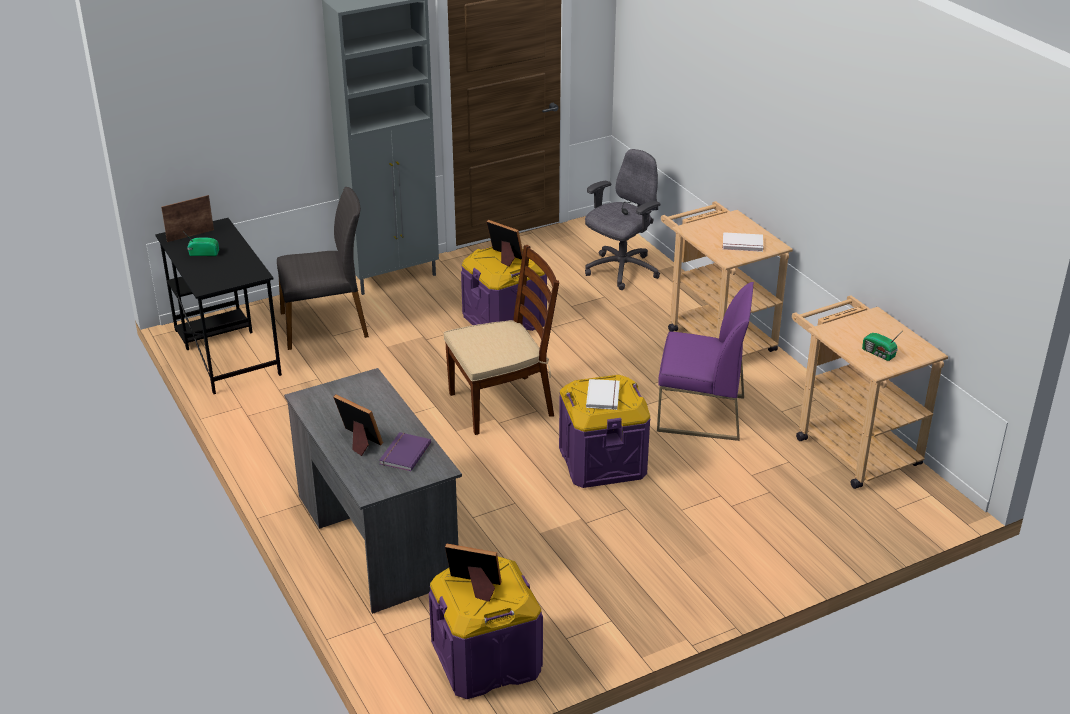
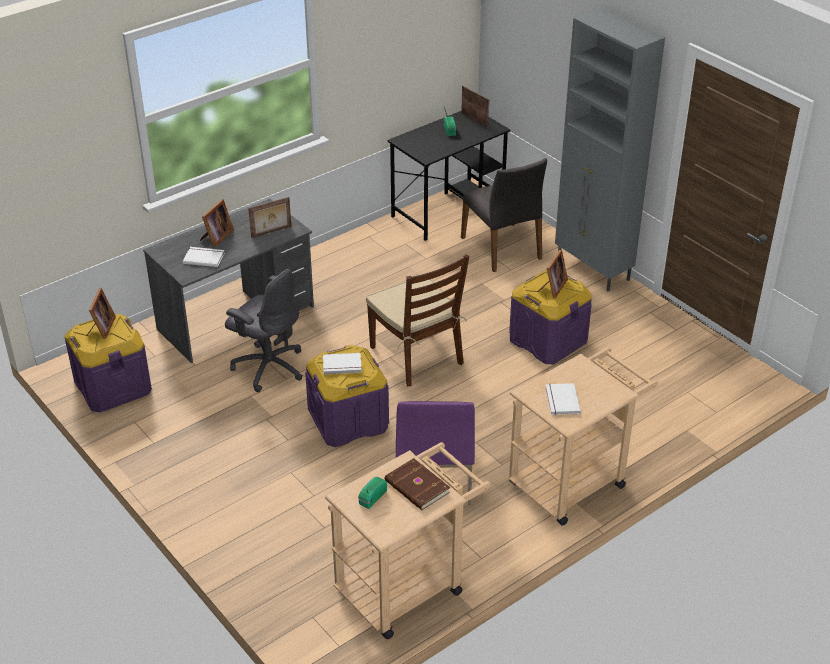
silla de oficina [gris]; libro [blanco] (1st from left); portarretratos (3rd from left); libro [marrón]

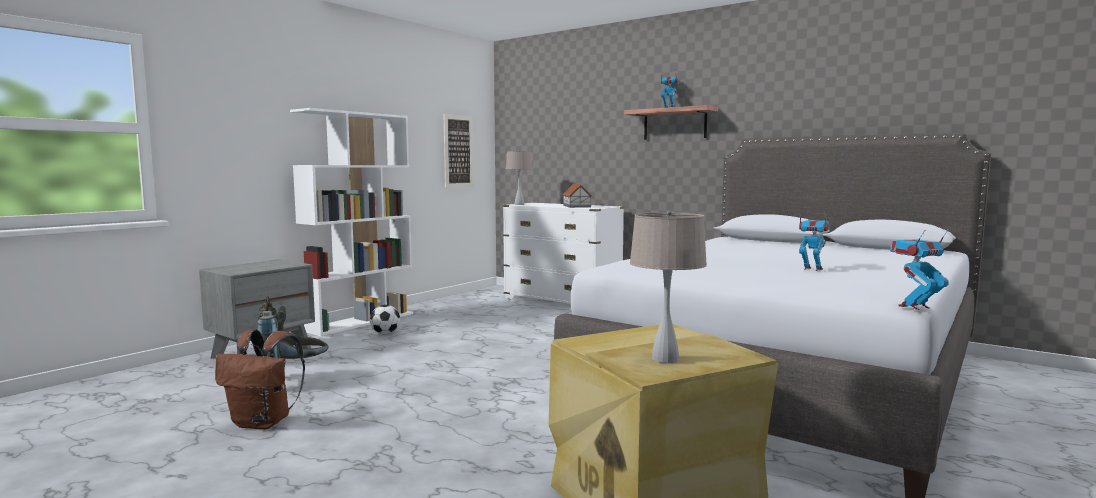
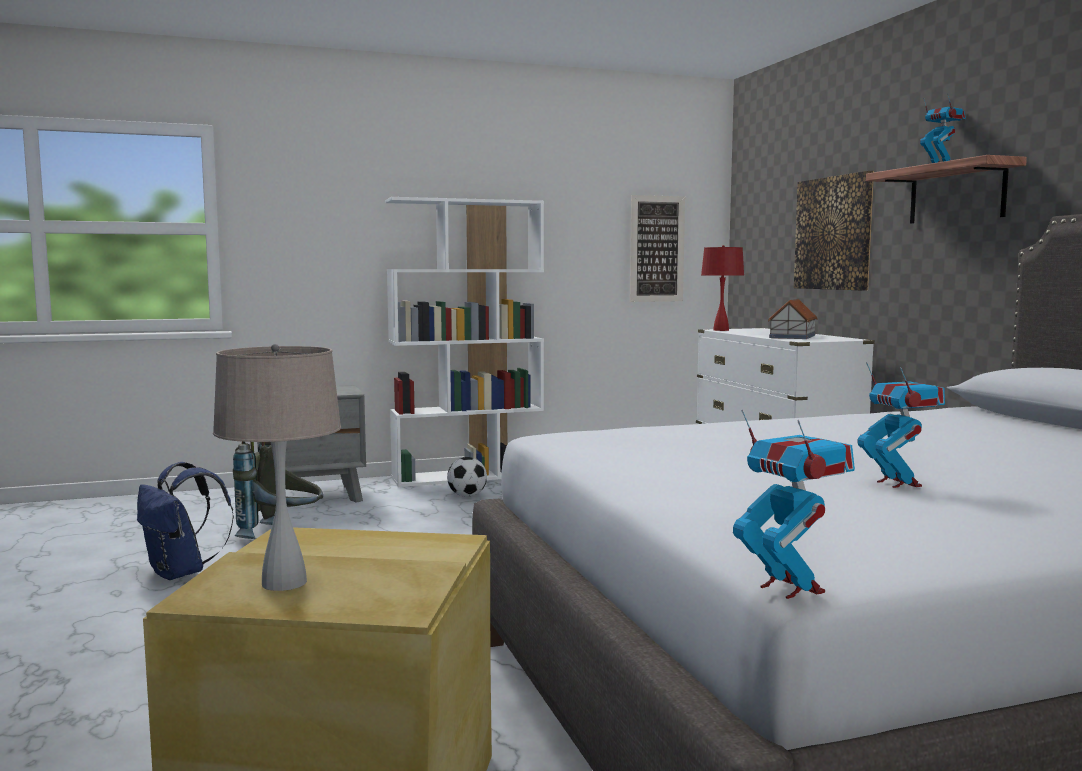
lámpara de mesa [rojo]; robot de juguete (1st from left); mochila [azul]; cuadro (2nd from left)

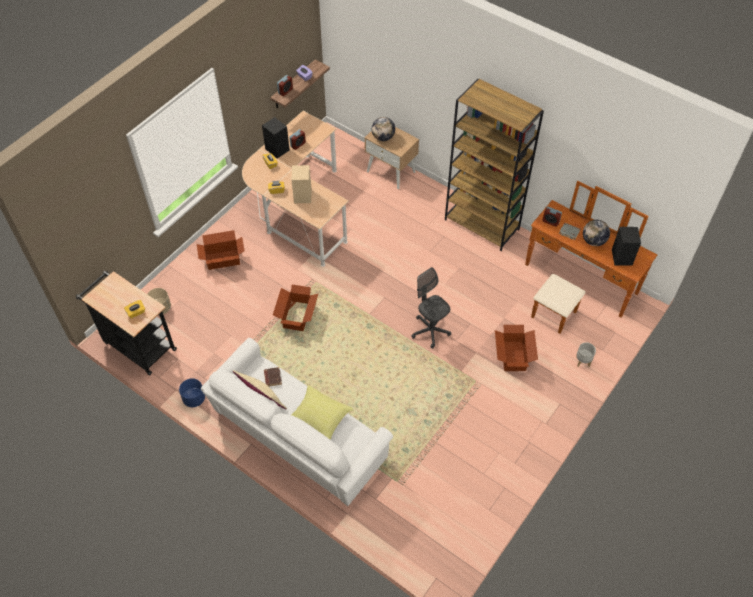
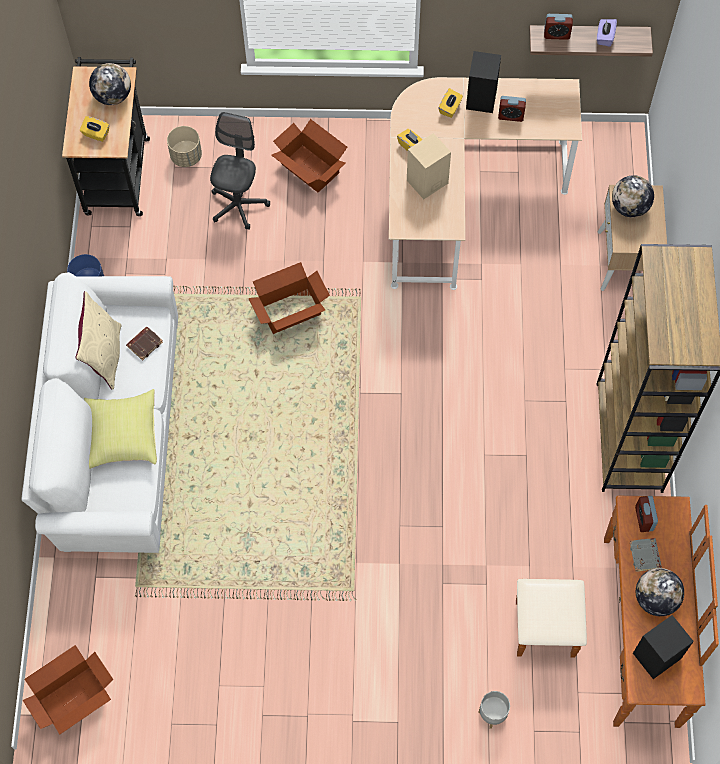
silla de oficina [gris]; caja de cartón (1st from left); globo terráqueo (1st from left)

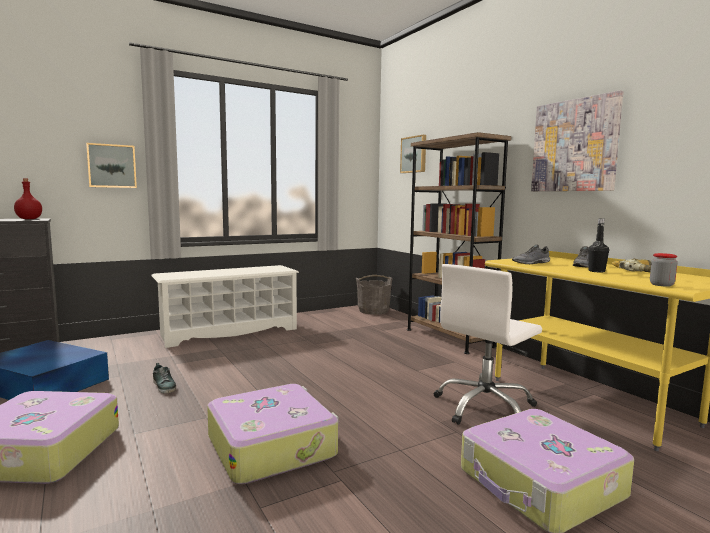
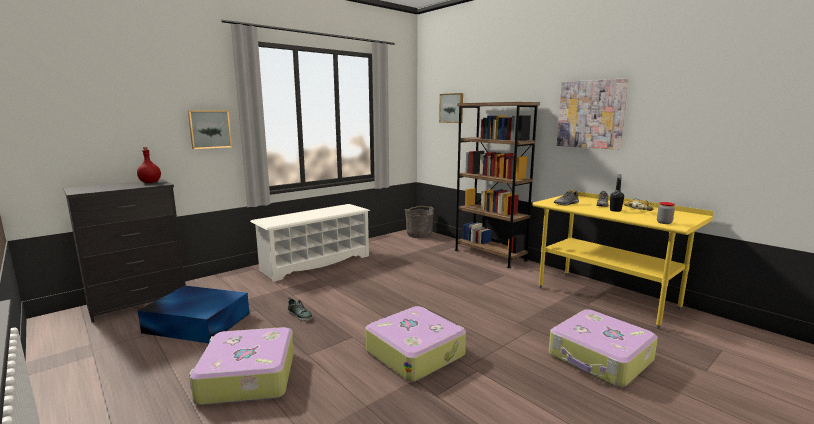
silla de oficina [blanco]

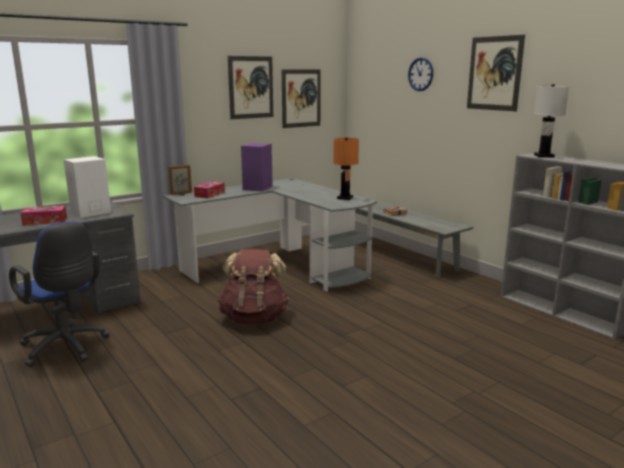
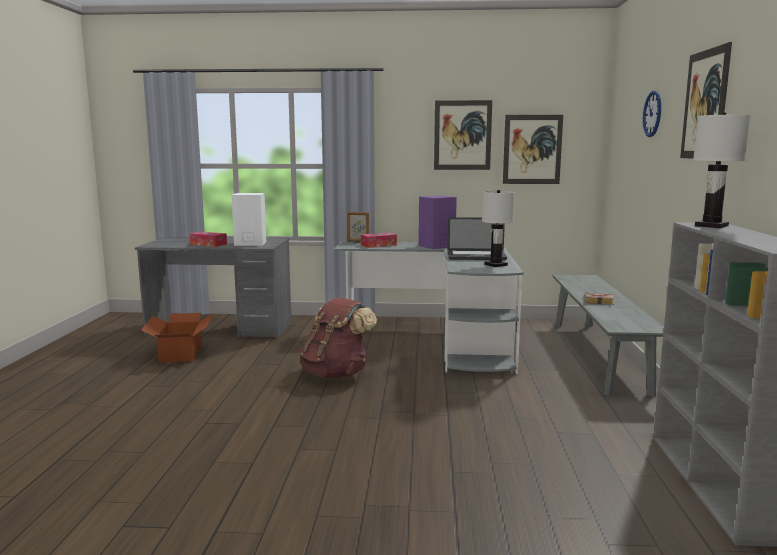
lámpara de mesa [blanco] (1st from left); caja de cartón; portátil

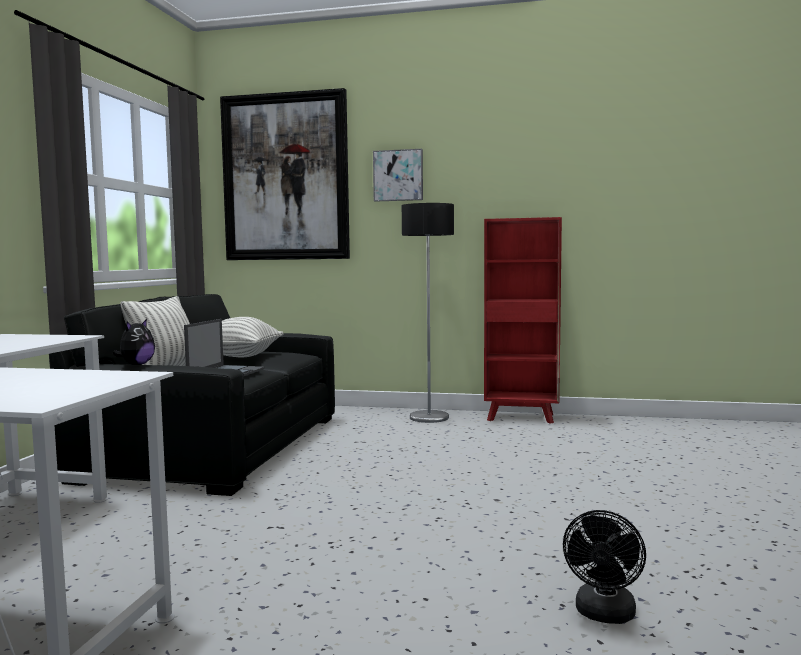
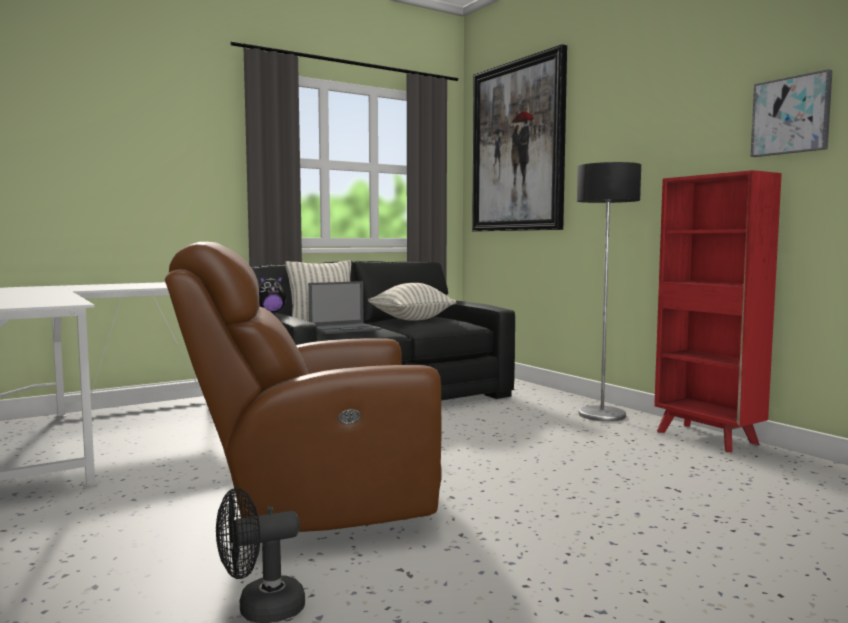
cuadro (2nd from left); sillón [marrón]

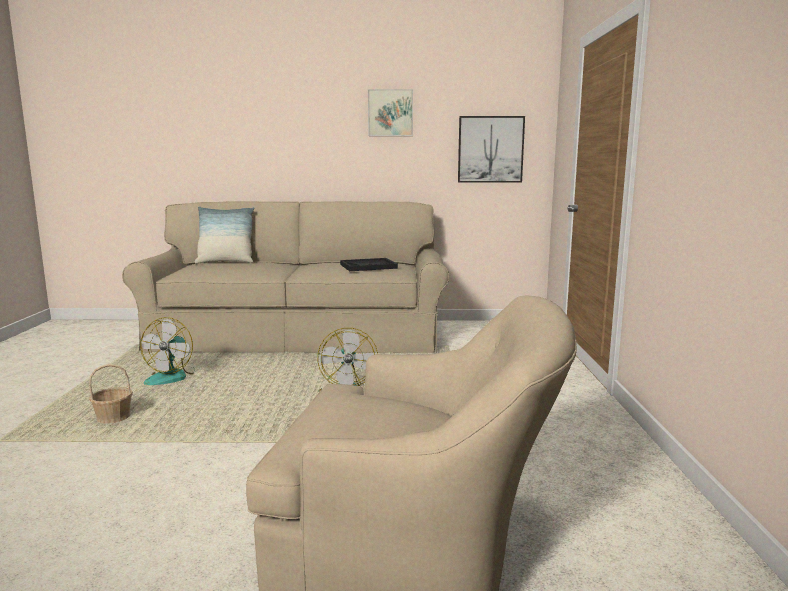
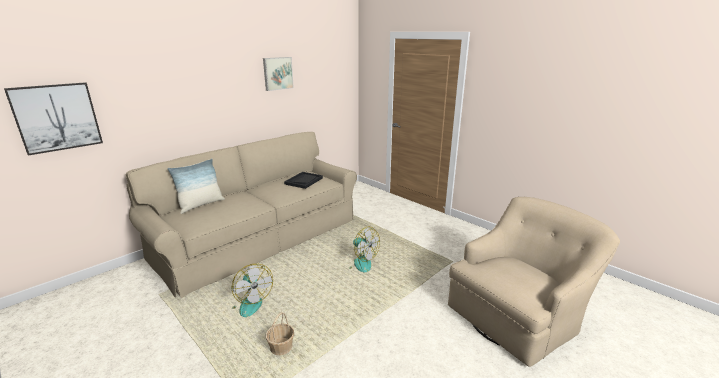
cuadro (1st from left)

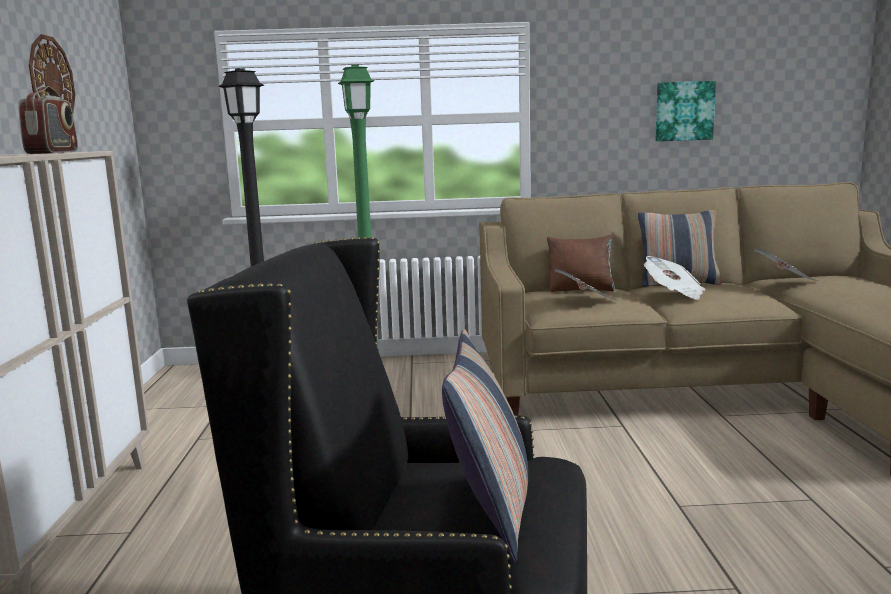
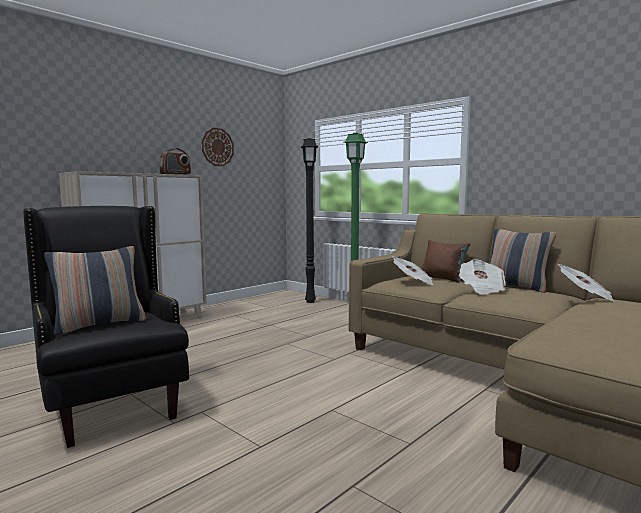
cuadro

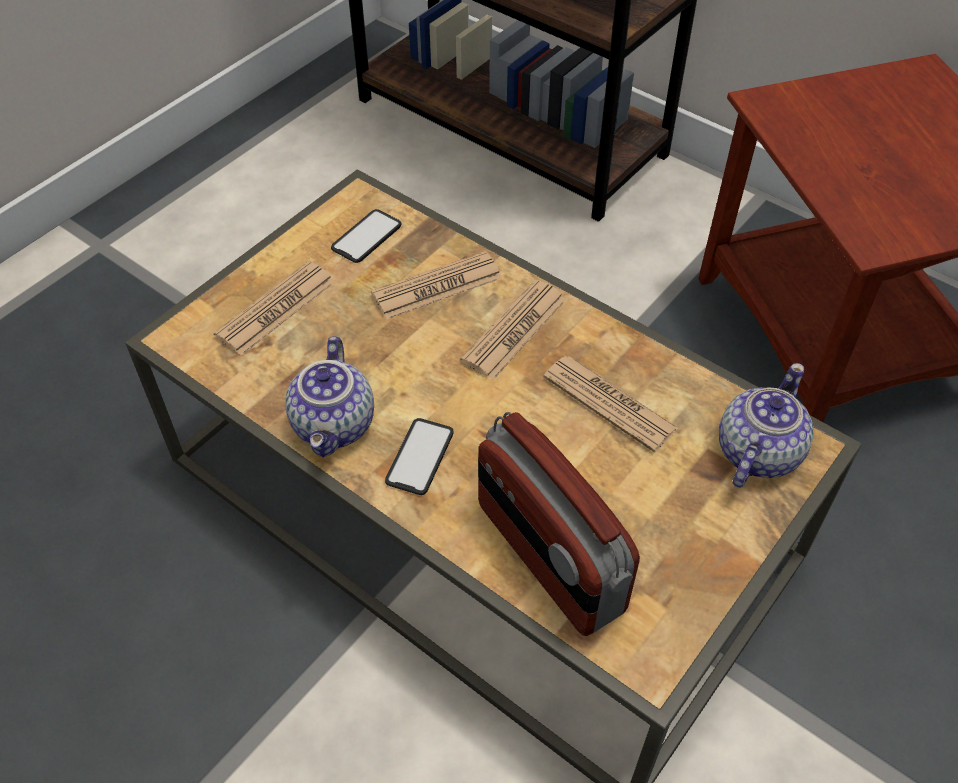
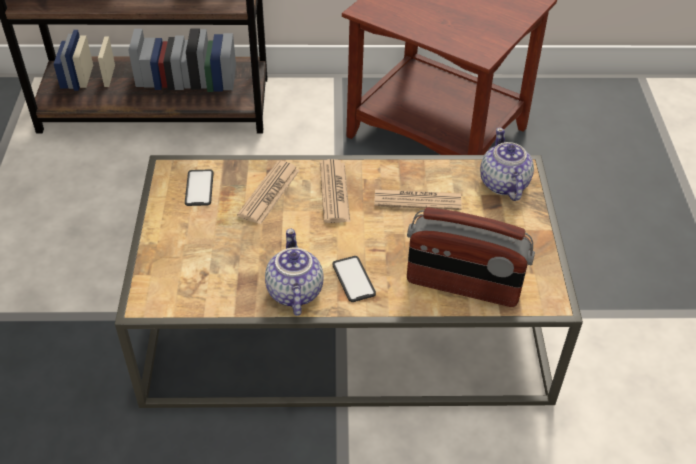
periódico (1st from left in the first image); tetera (1st from left)

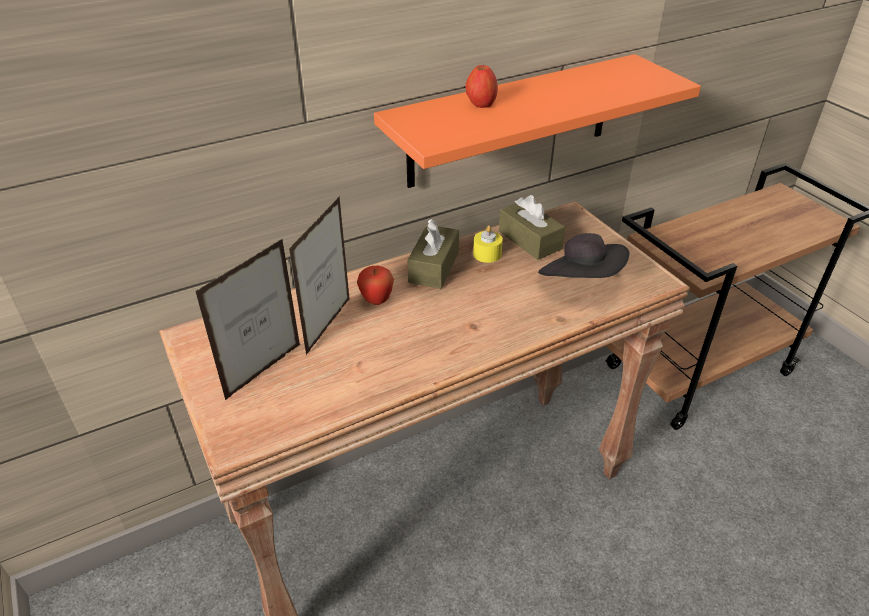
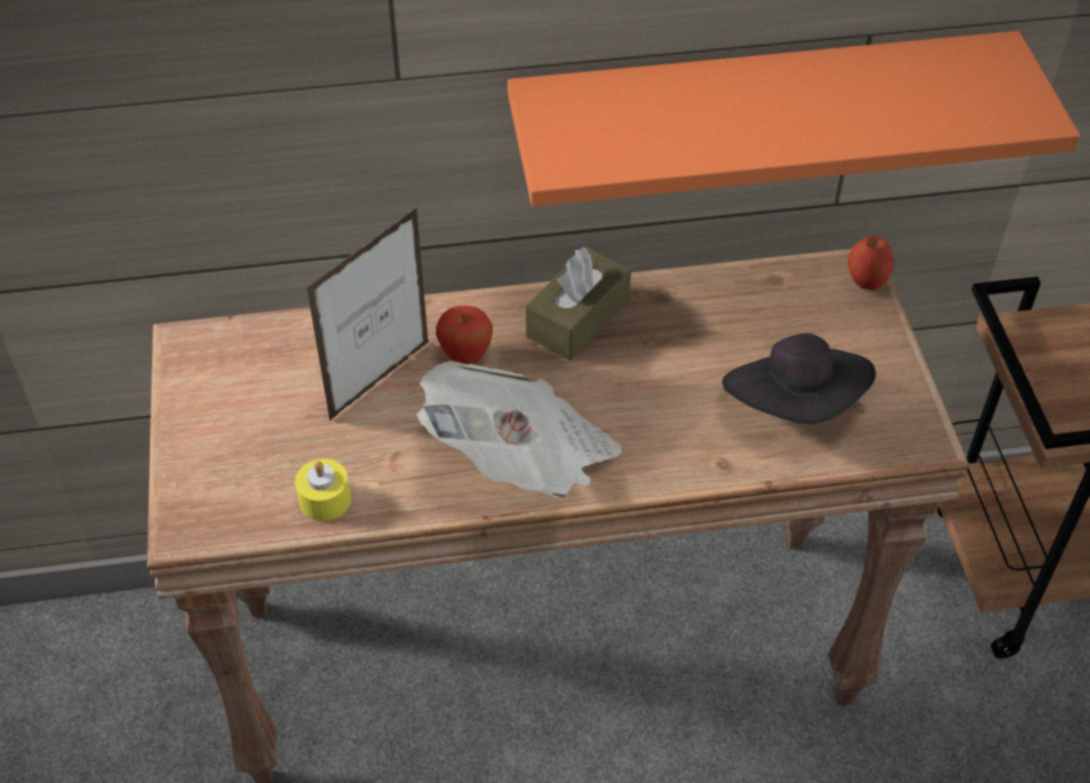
manzana (2nd from left); caja de pañuelos [marrón] (2nd from left in the first image); vela [amarillo]; portarretratos (1st from left in the first image); periódico

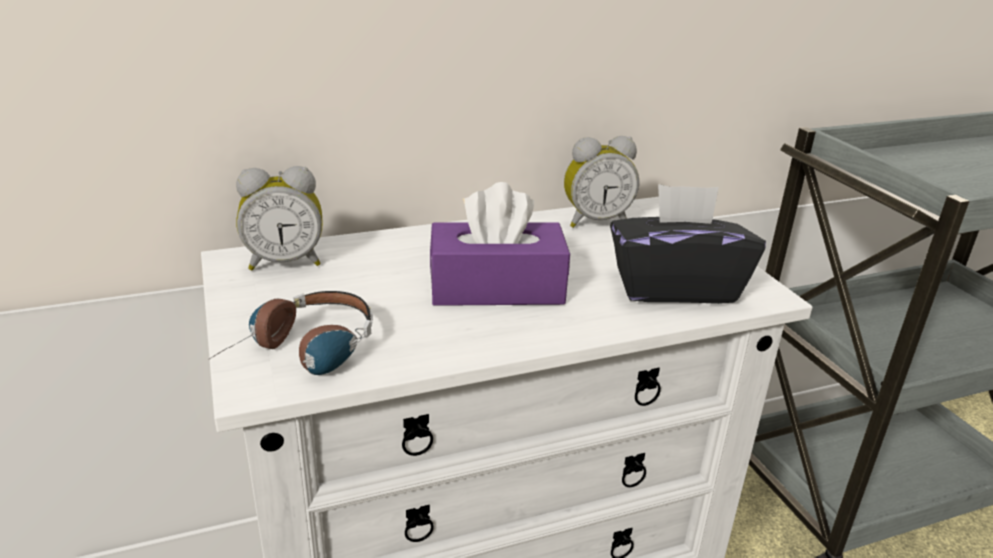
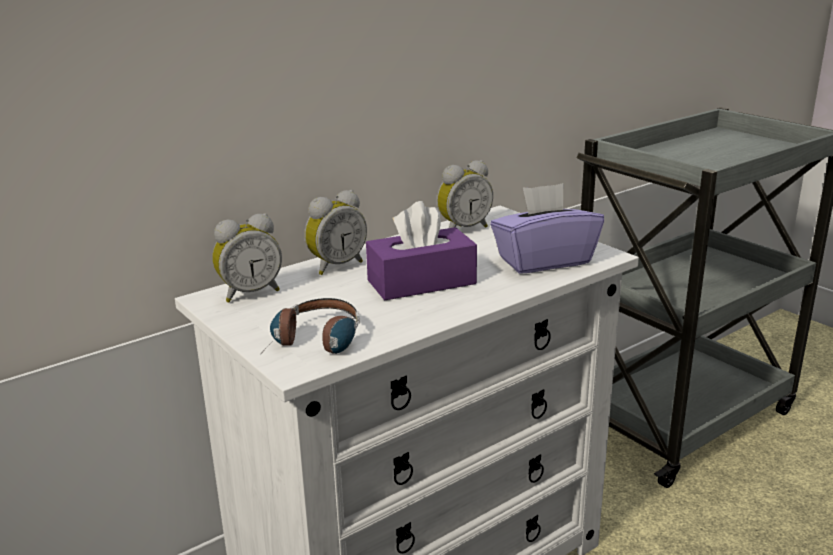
caja de pañuelos [morado] (2nd from left); despertador (2nd from left)

